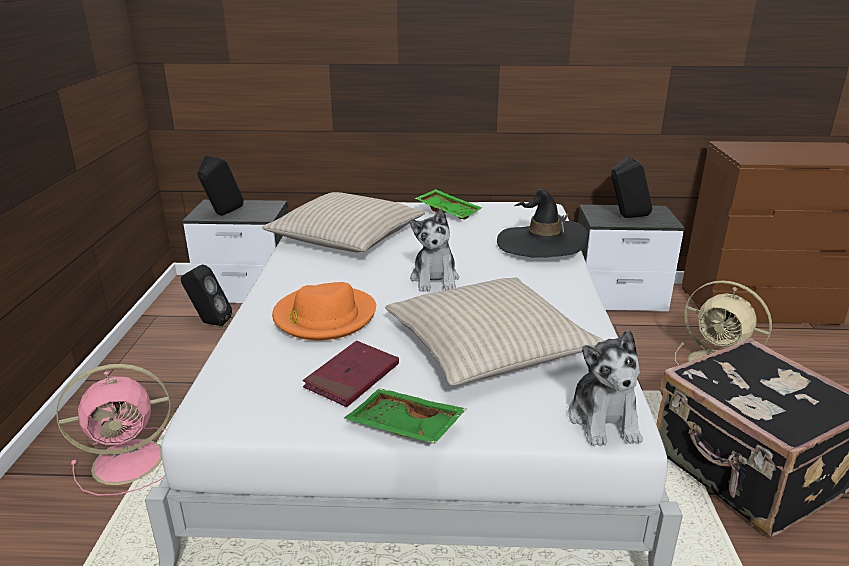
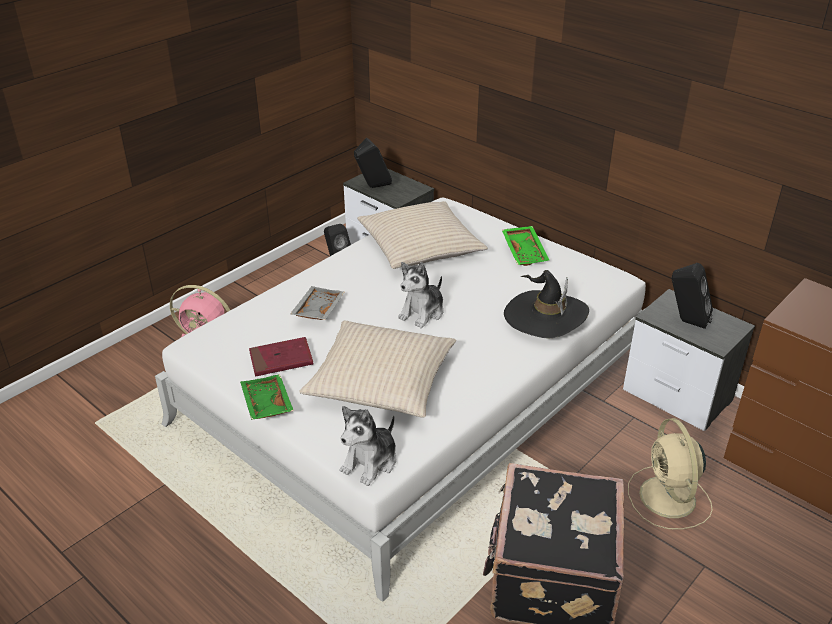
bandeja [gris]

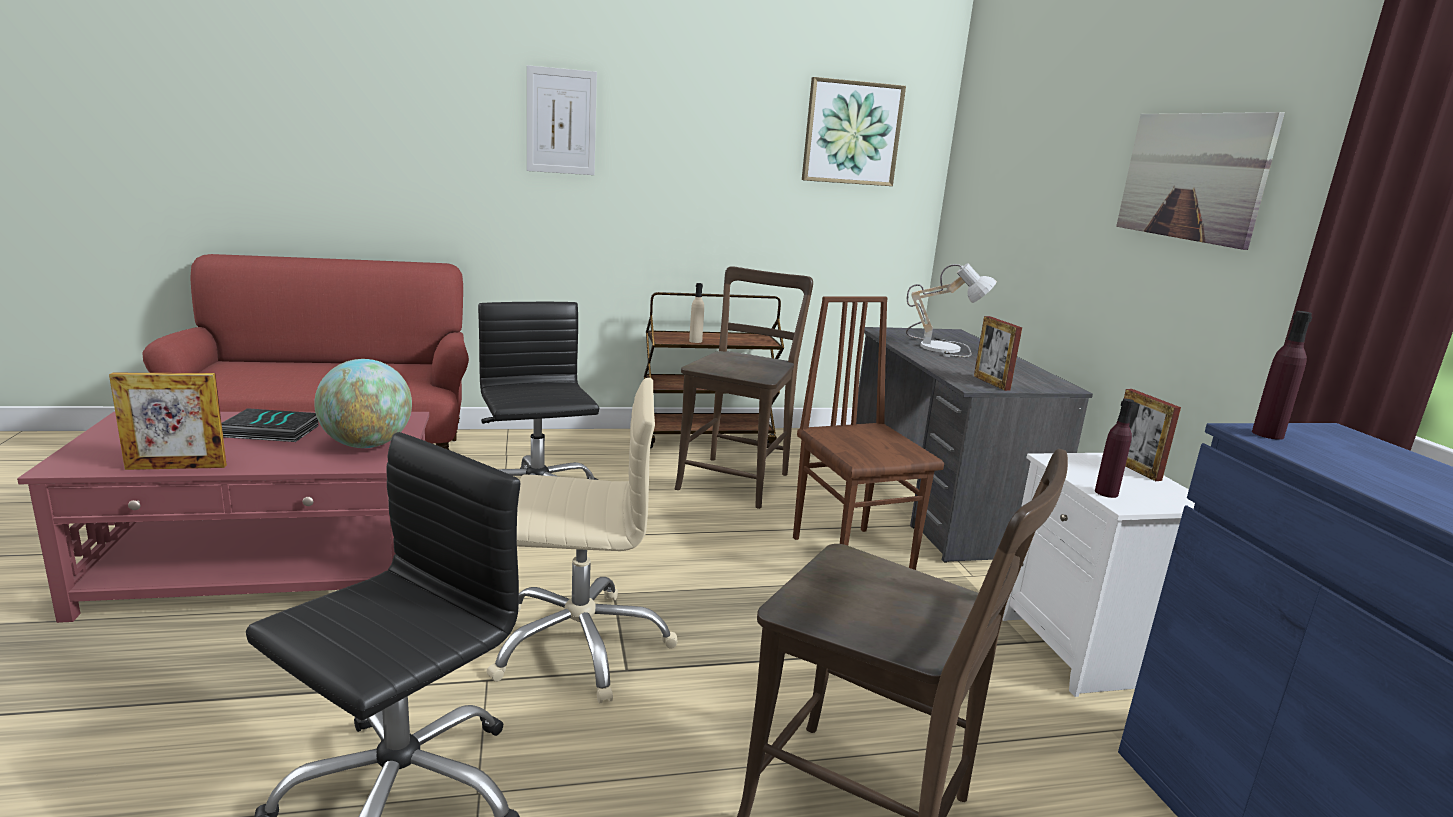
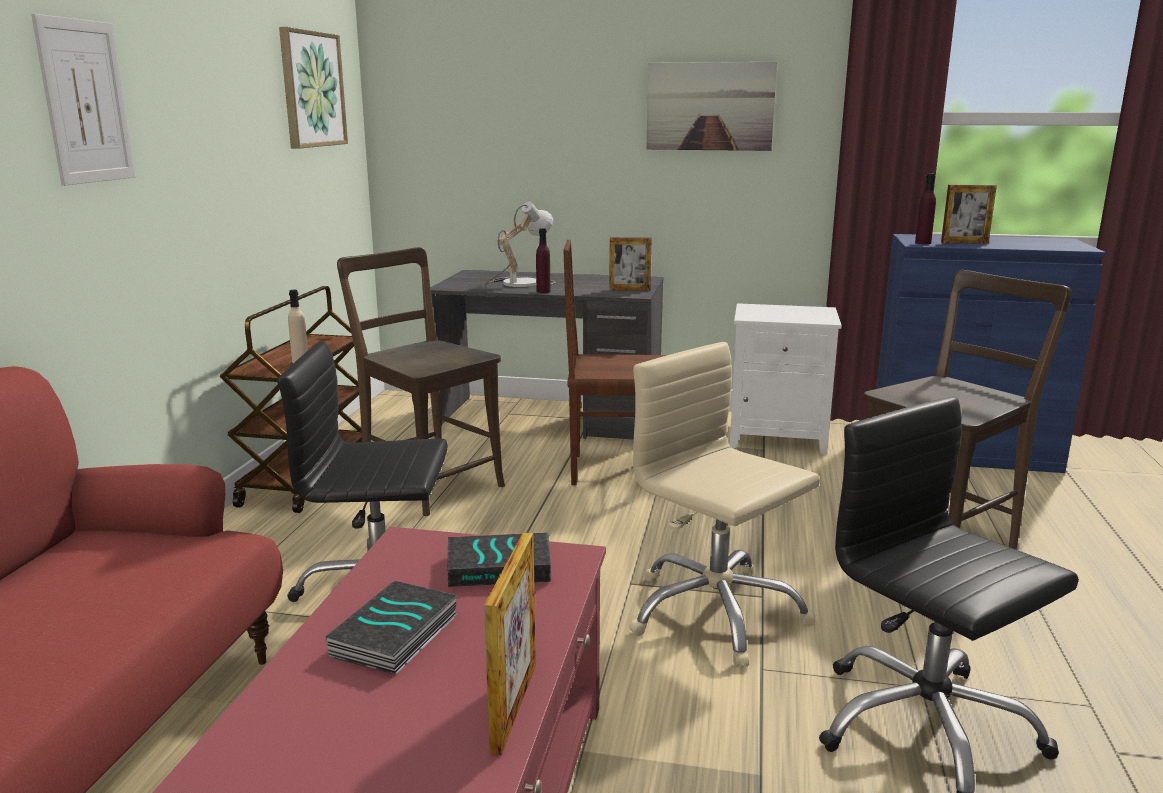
libro (2nd from left); silla de oficina [beis]; portarretratos (3rd from left); botella [morado] (1st from left)

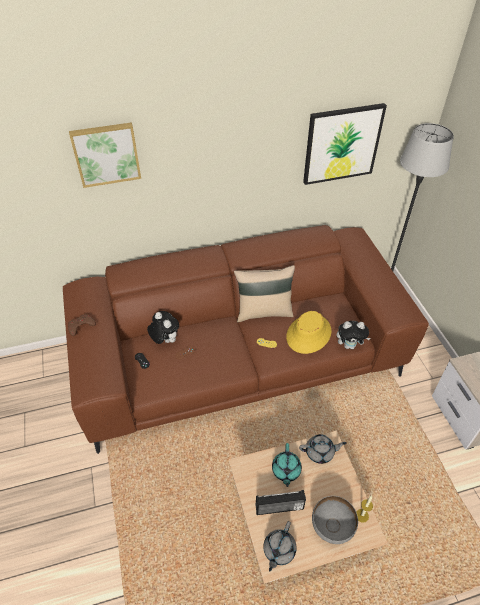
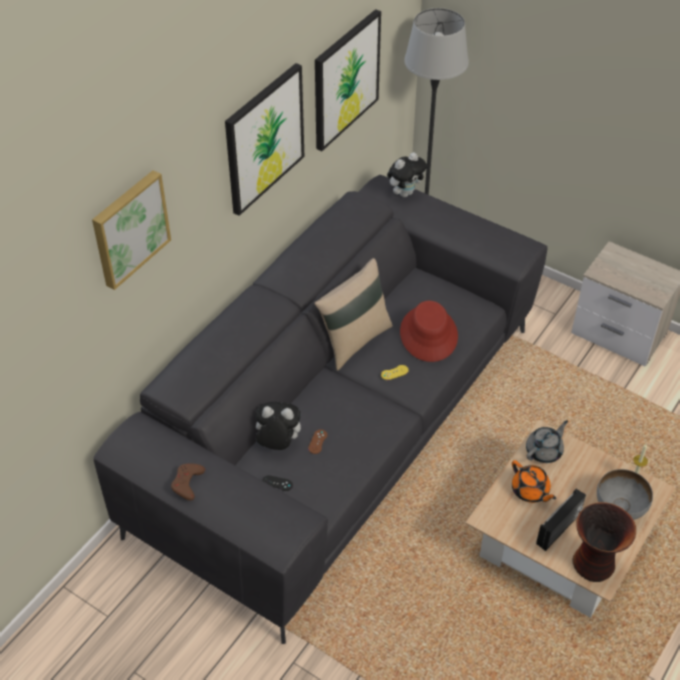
sofá [gris]; sombrero [rojo]; peluche (2nd from left); tetera [naranja]; florero; cuadro (2nd from left)

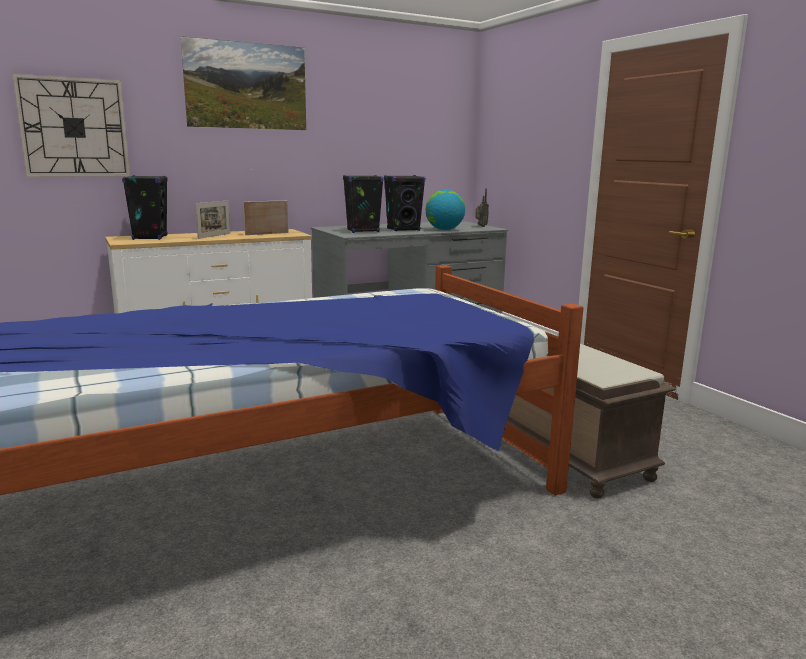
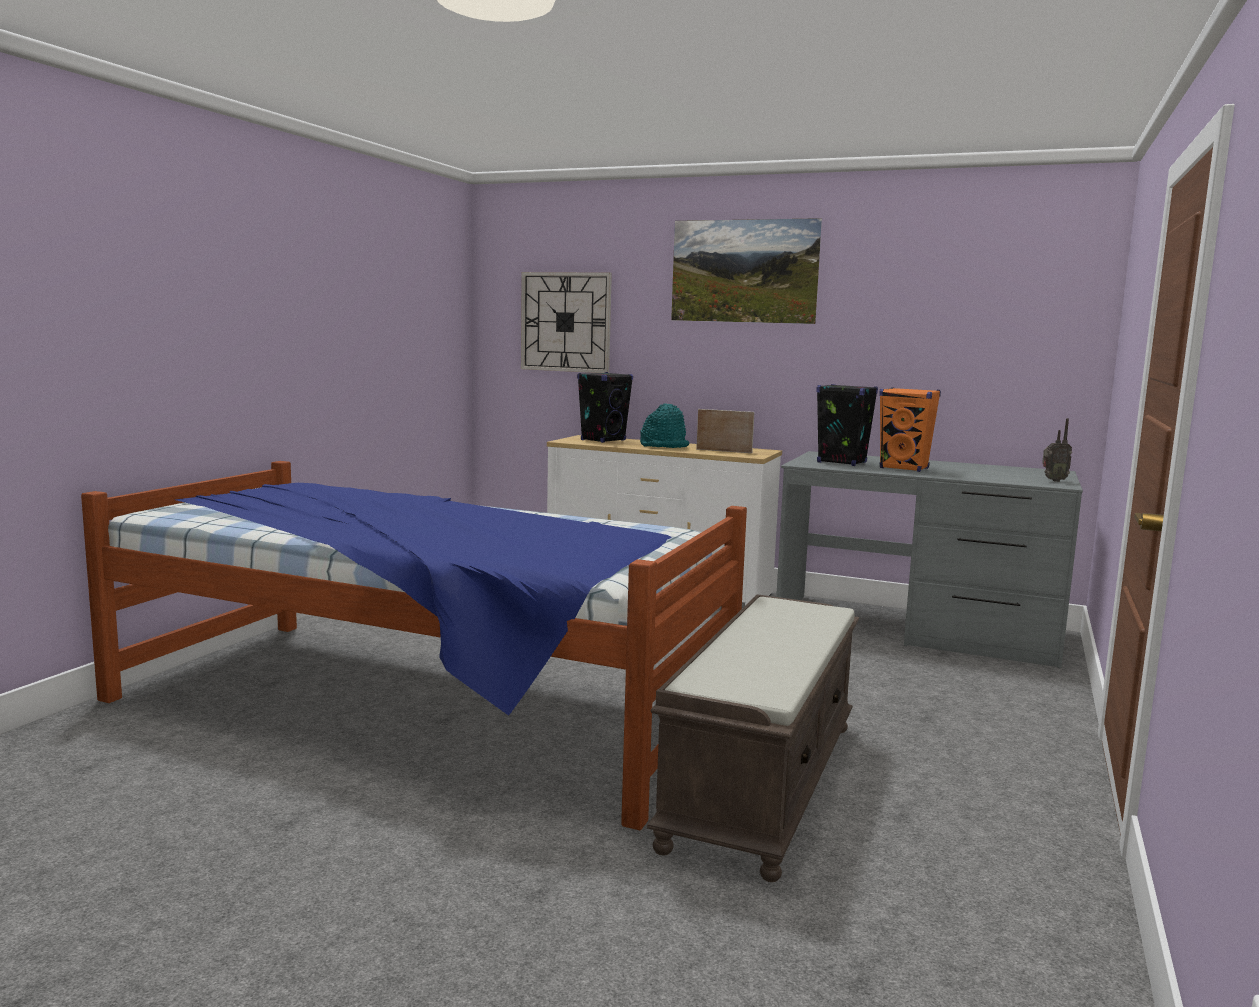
altavoz [naranja]; globo terráqueo; sombrero [turquesa]

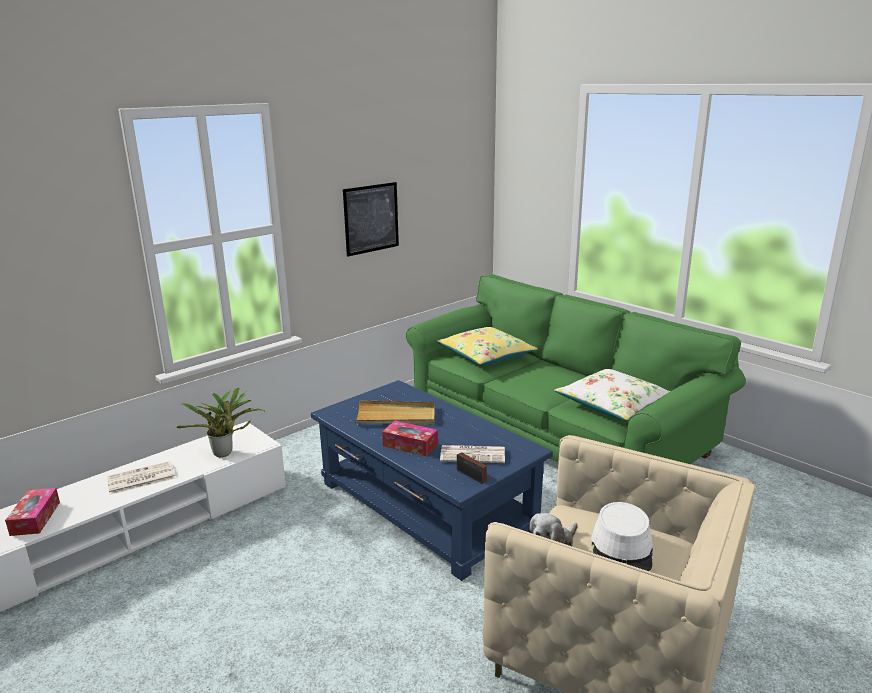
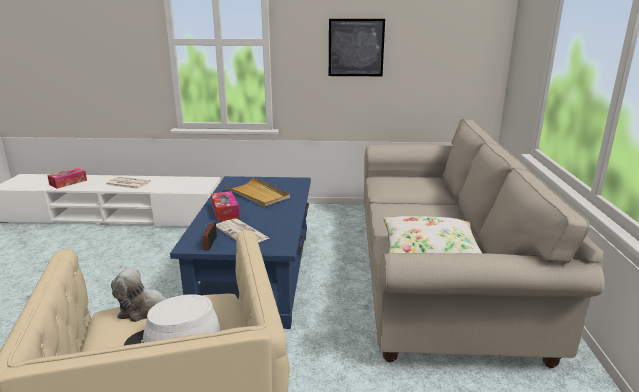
sofá [beis]; cojín [amarillo]; planta en maceta

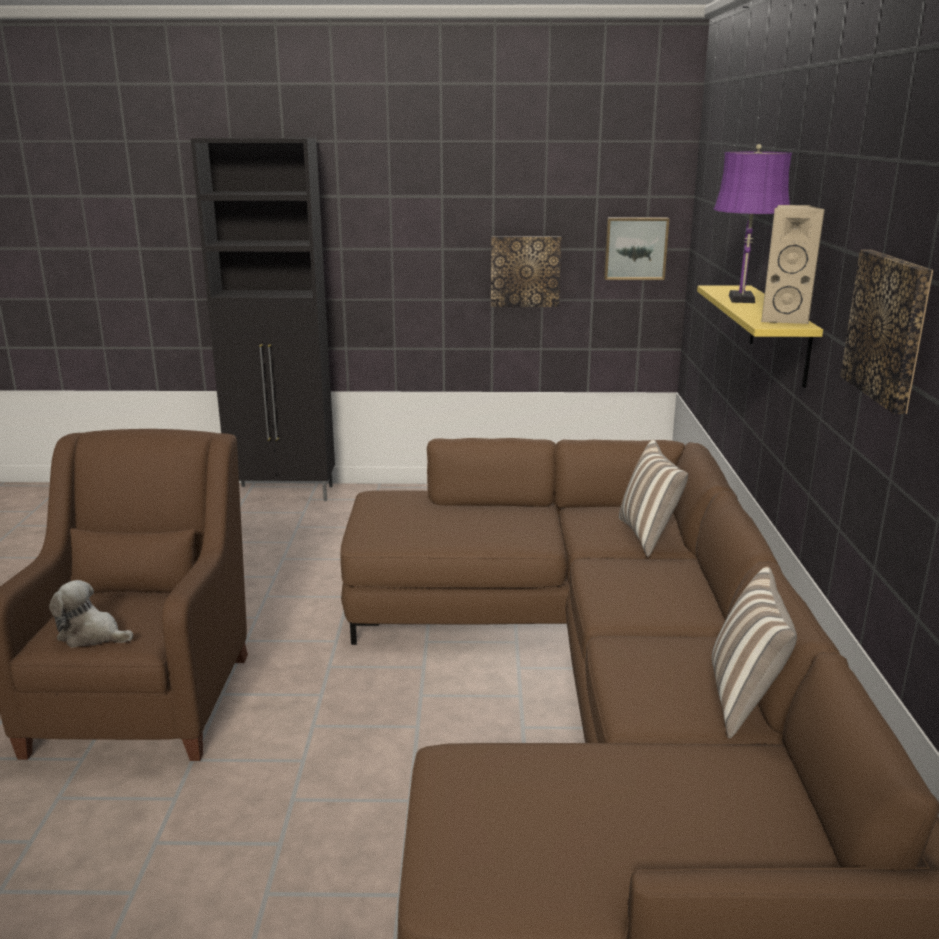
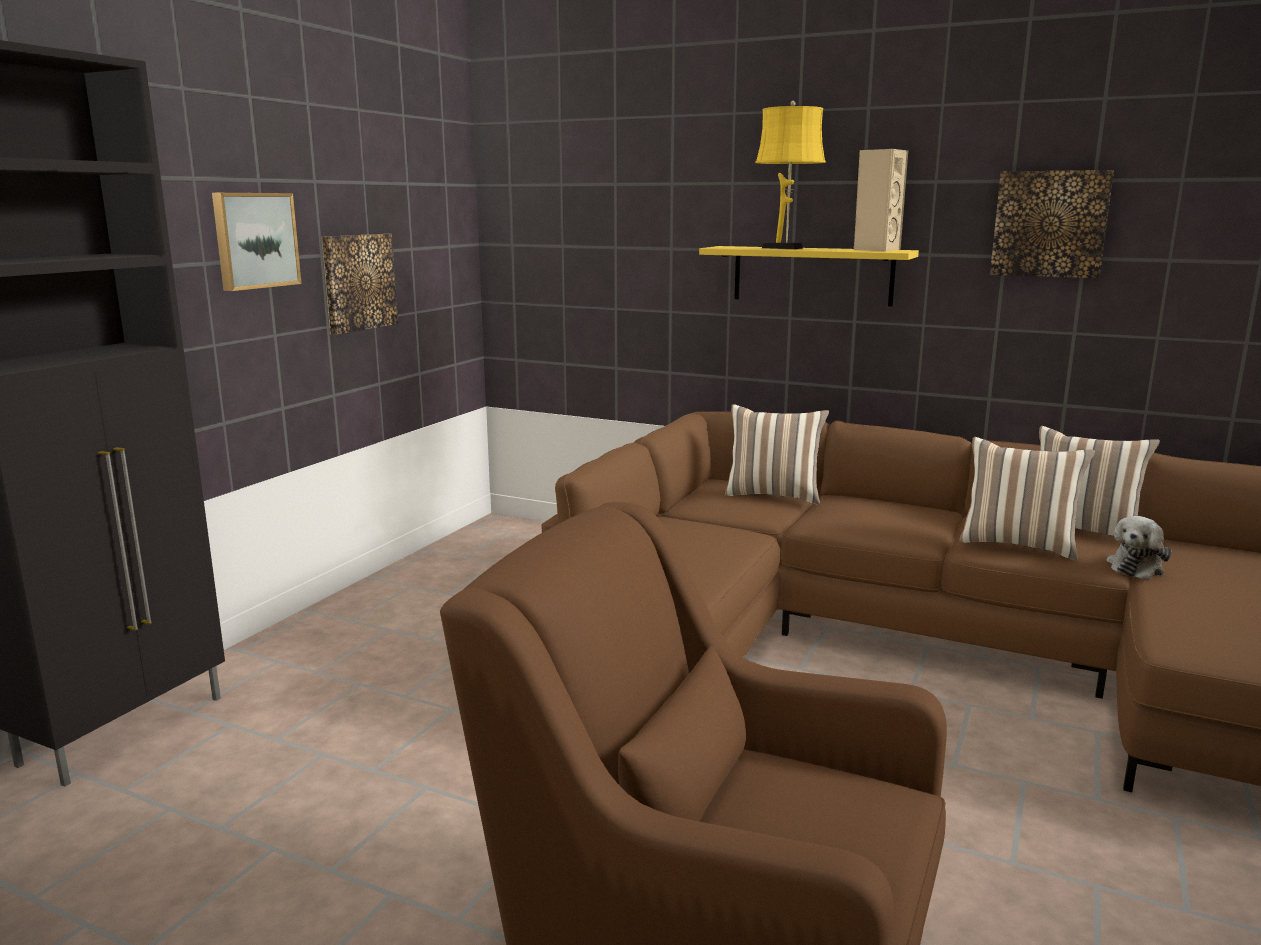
lámpara de mesa [amarillo]; cuadro (1st from left); peluche; cojín (2nd from left)

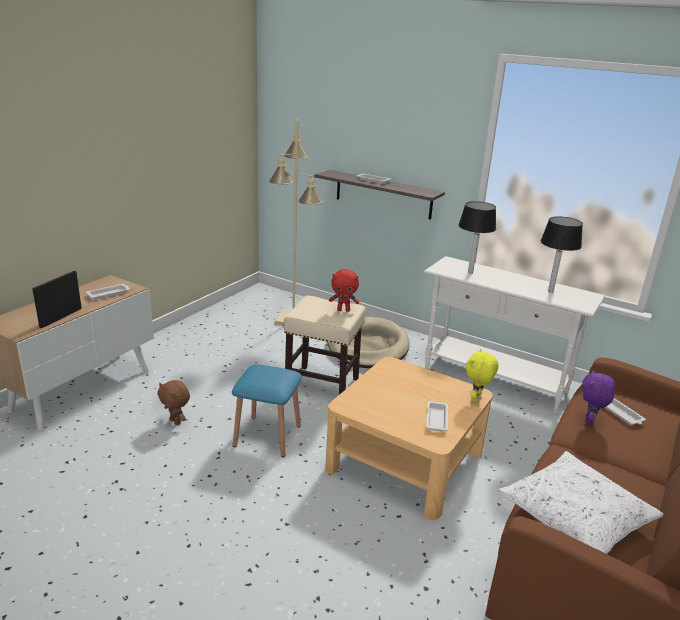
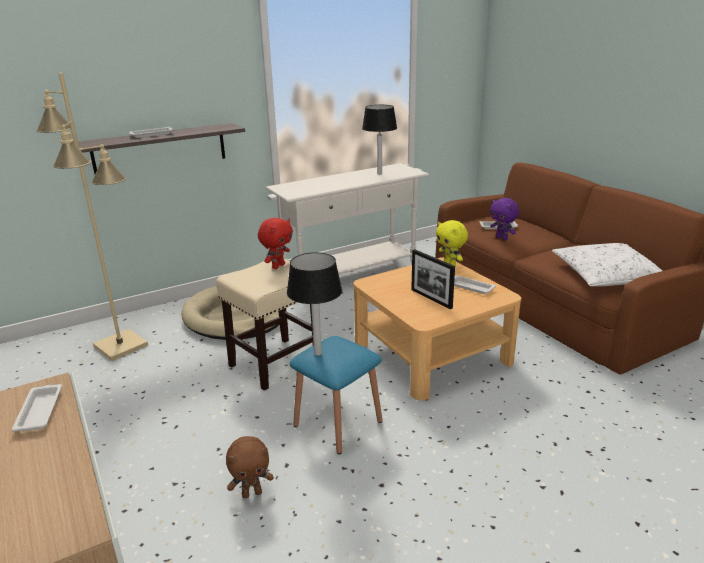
lámpara de mesa (1st from left); portarretratos

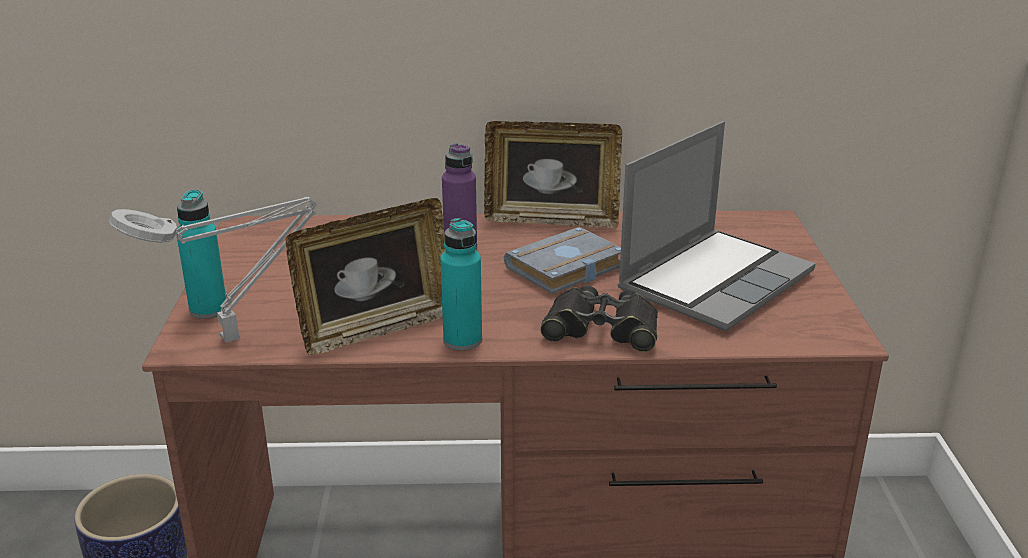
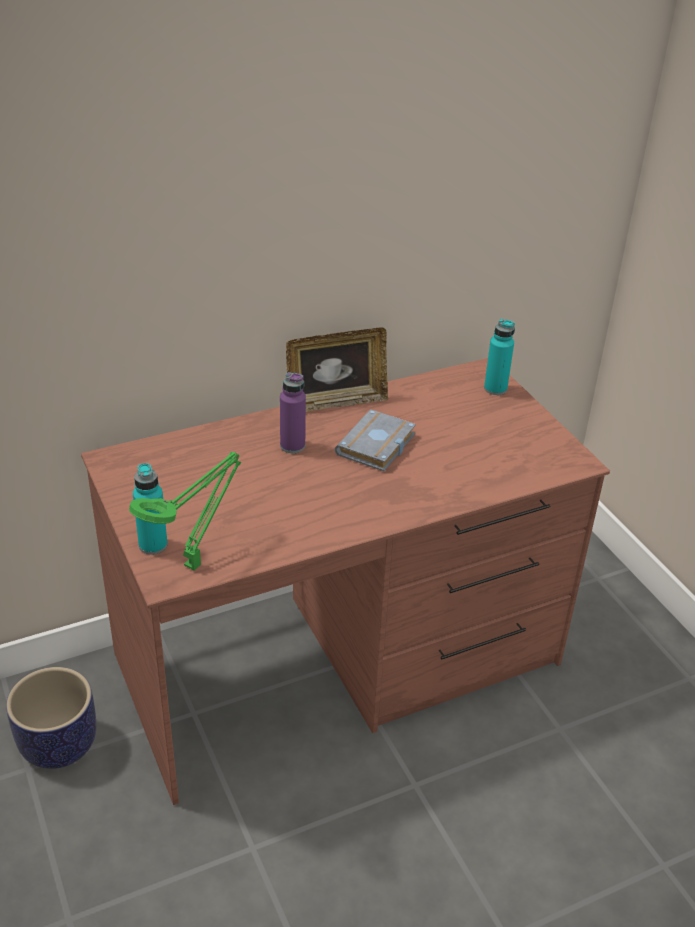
portátil; lámpara de mesa [verde]; portarretratos (1st from left in the first image); botella [turquesa] (2nd from left); prismáticos [negro]

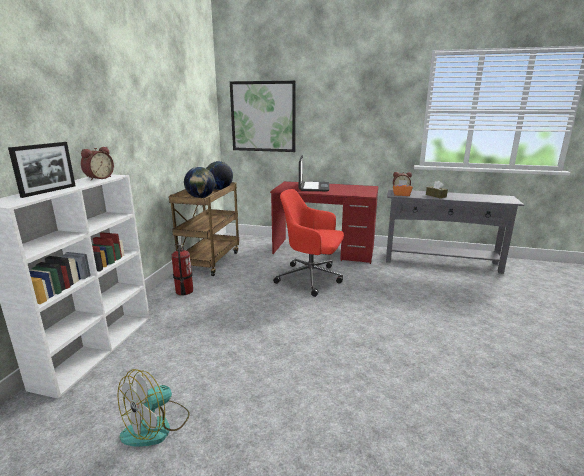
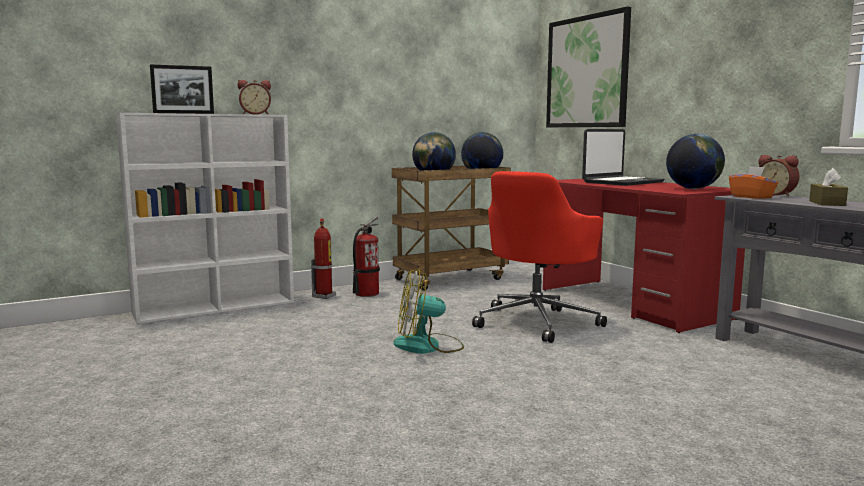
silla de oficina [rojo]; ventilador; globo terráqueo (3rd from left); extintor (1st from left)

